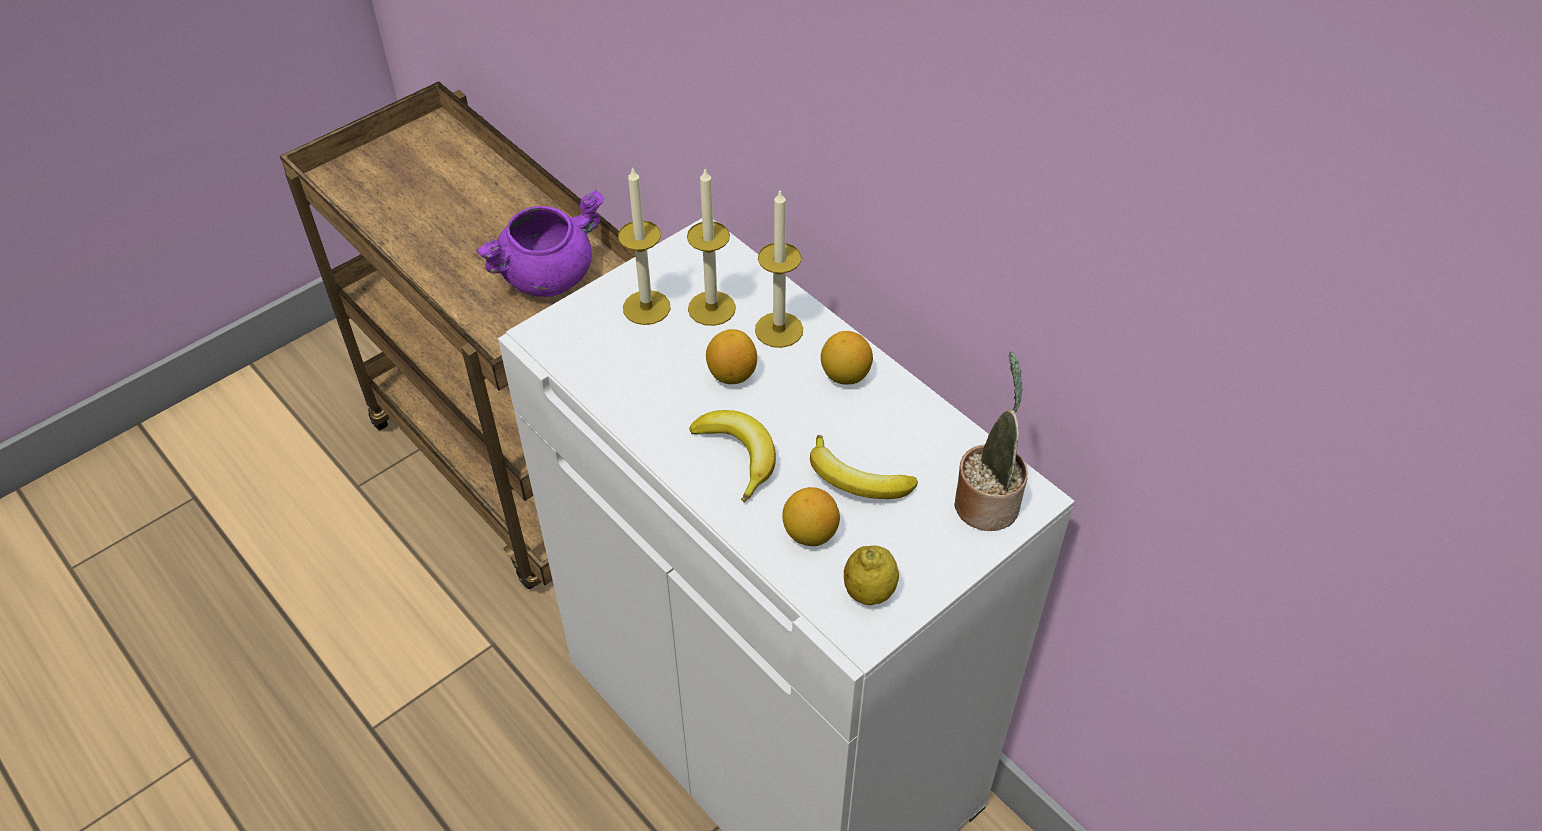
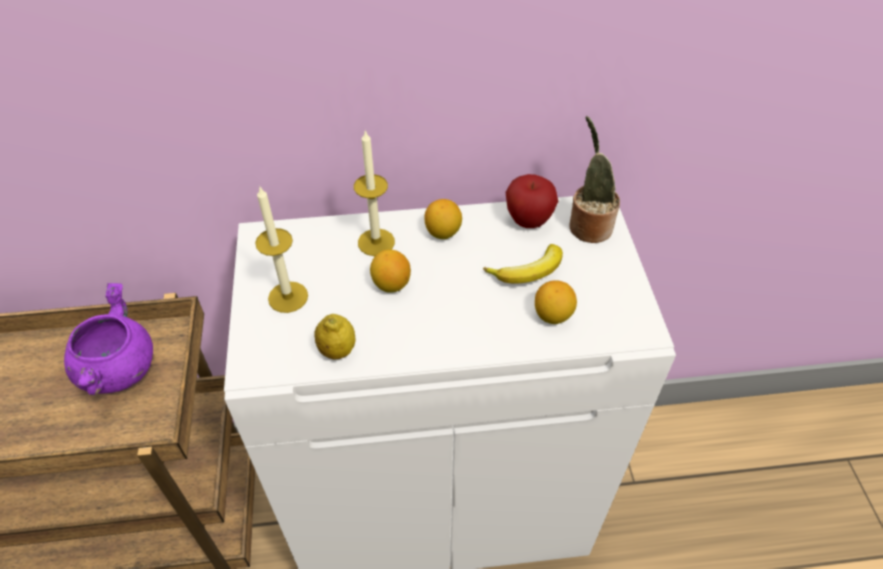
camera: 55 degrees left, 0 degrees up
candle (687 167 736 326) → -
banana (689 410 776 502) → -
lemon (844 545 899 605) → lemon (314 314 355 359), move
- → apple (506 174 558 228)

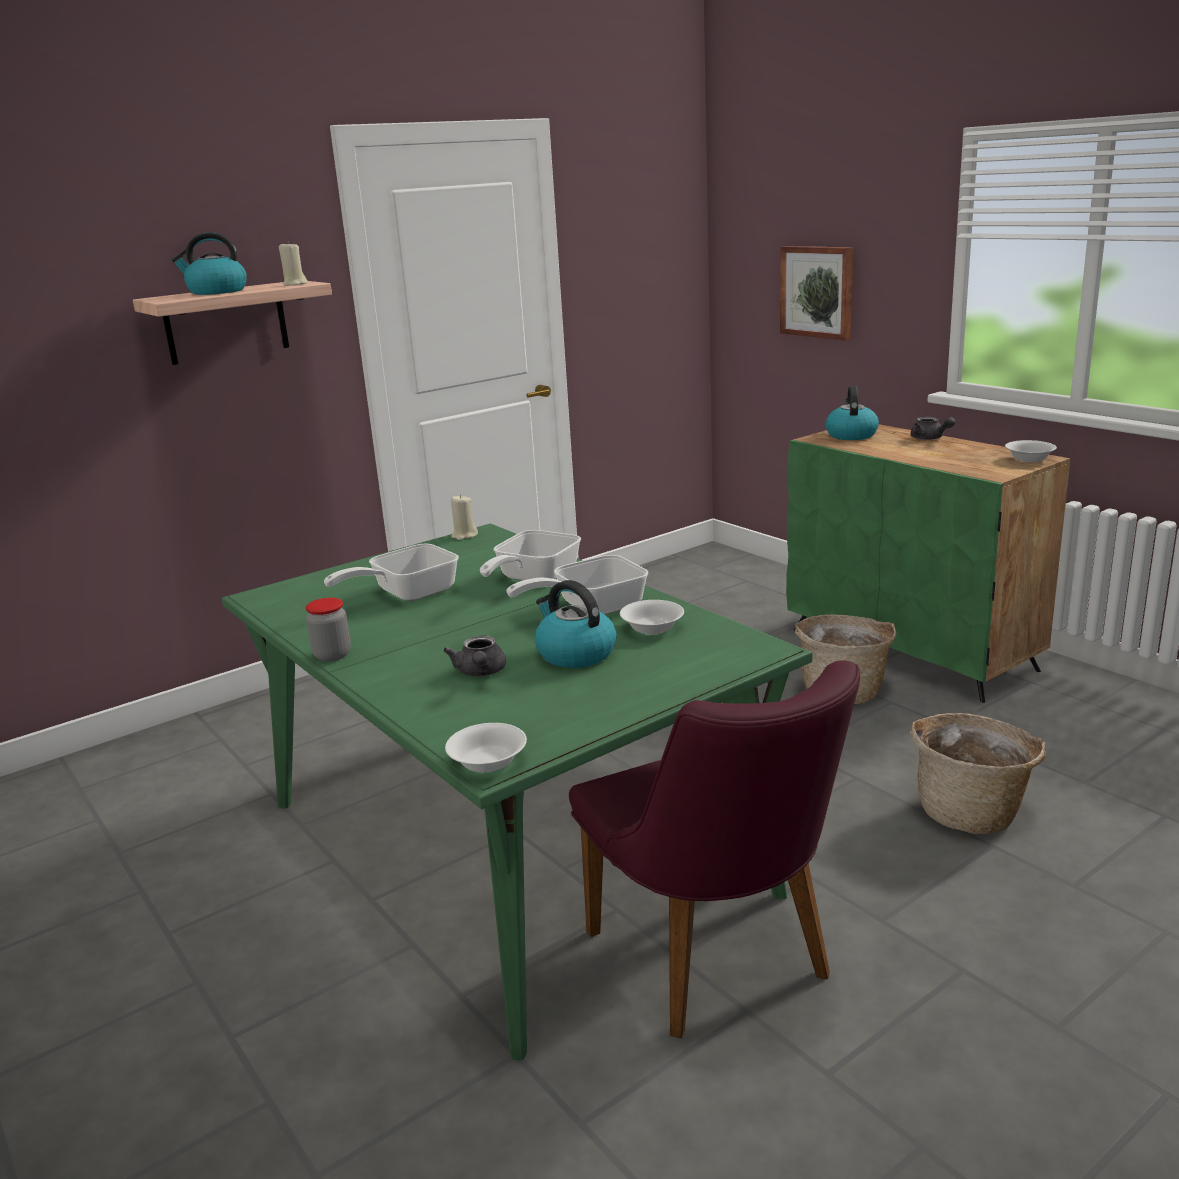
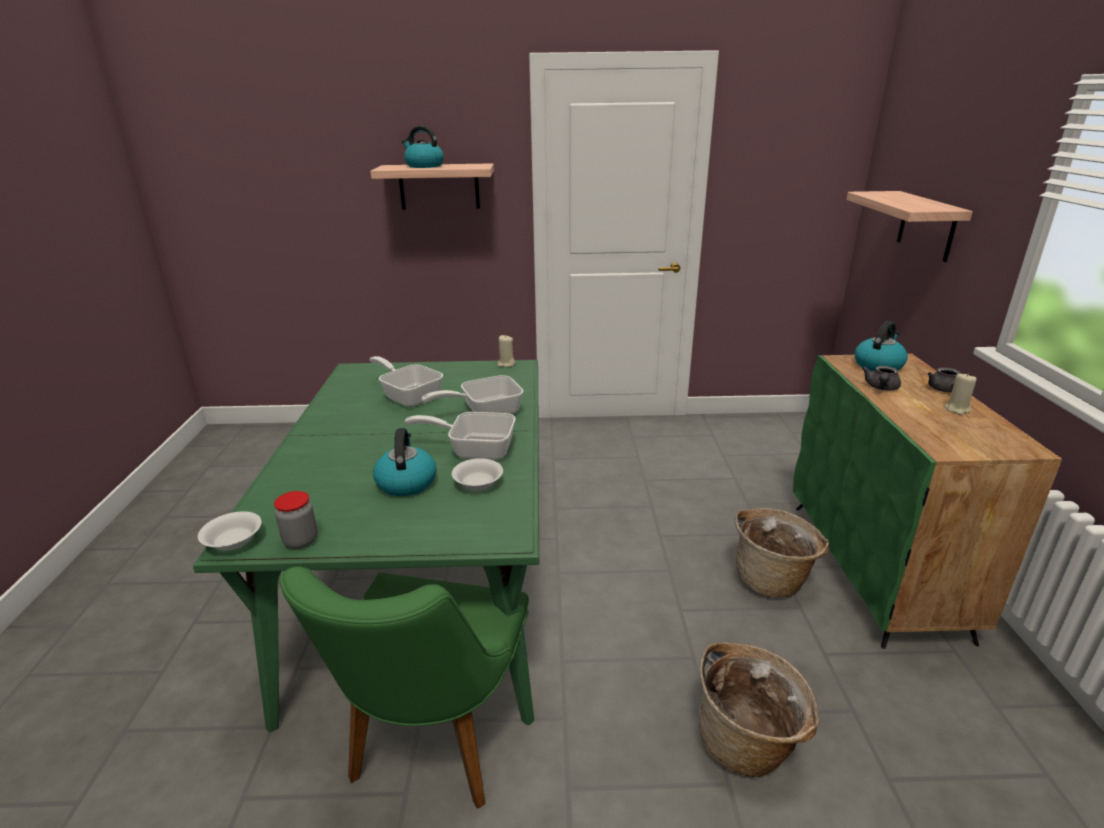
camera: 35 degrees right, 5 degrees up
beige_candle (279 241 307 286) → beige_candle (945 373 976 415), move
jar (306 598 351 661) → jar (274 491 317 549), move
frying_pan (324 544 459 601) → frying_pan (369 356 443 407), 45 degrees clockwise
grey_teapot (443 636 506 676) → grey_teapot (862 366 901 391), move
purple_chair (569 660 860 1038) → green_chair (280 567 529 809)
picture (780 246 854 340) → shelf (847 191 973 262)
white_bowl (1005 440 1057 462) → -

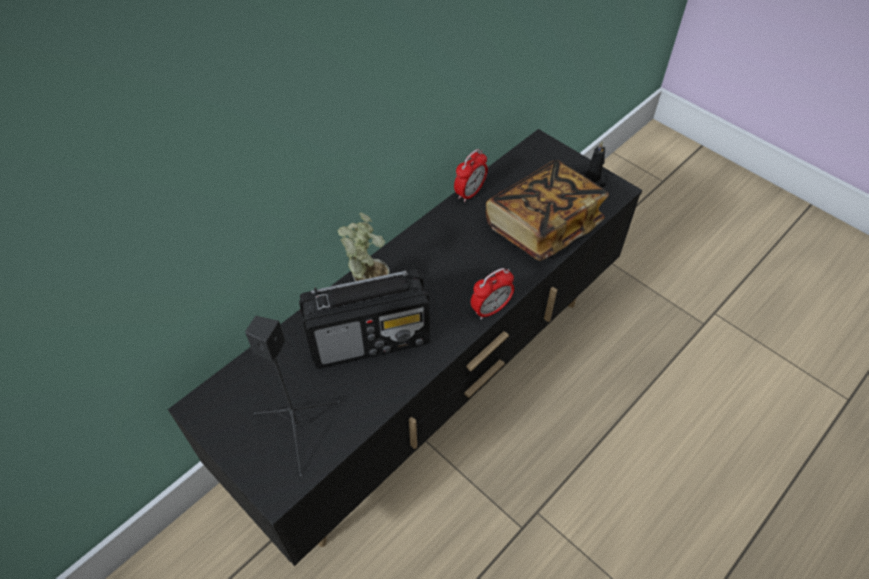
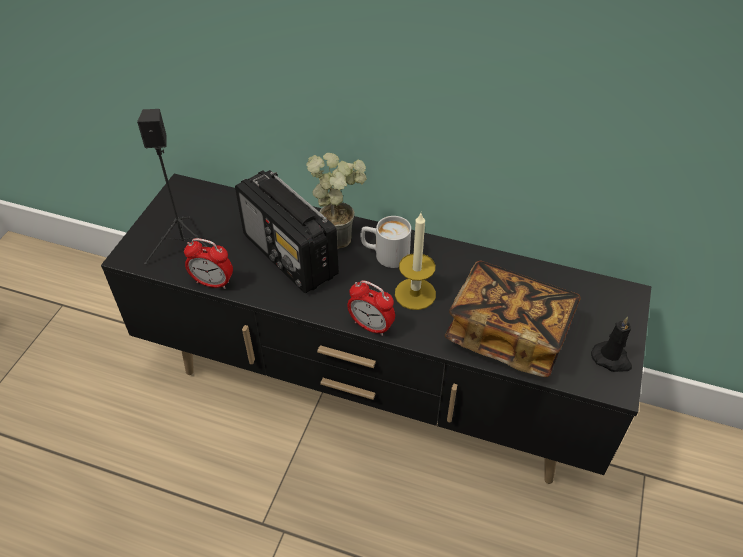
camera: 65 degrees right, 5 degrees down
alarm_clock (454 149 488 202) → alarm_clock (184 238 233 289), move
- → white_mug (360 216 411 268)
- → candle (395 213 436 310)

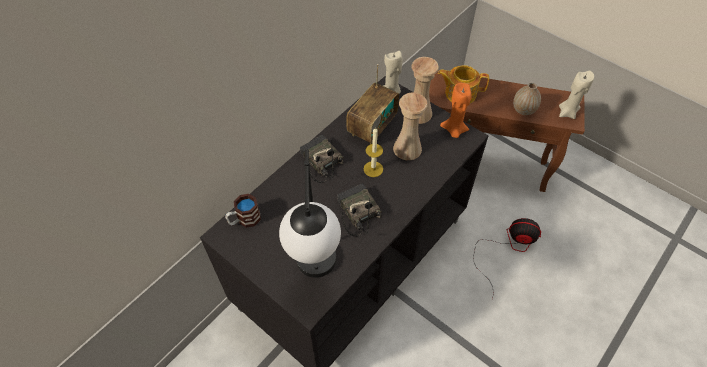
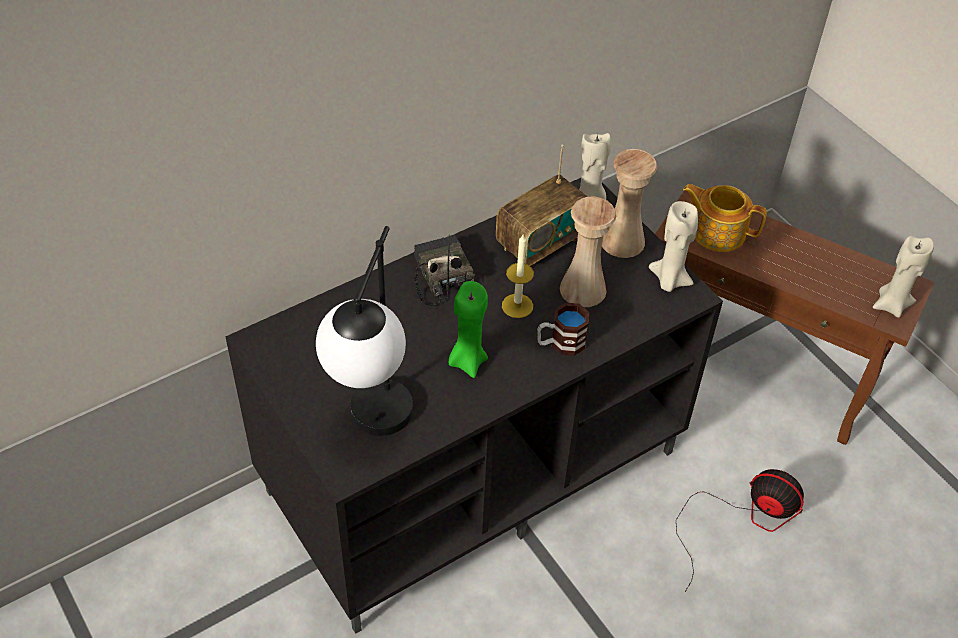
camera: 15 degrees right, 5 degrees down
mug (225 194 261 228) → mug (537 302 589 356), move
radio (337 183 382 236) → green_candle (449 281 488 378)
orange_candle (440 83 472 138) → beige_candle (649 201 698 292)
vase (513 83 541 115) → -

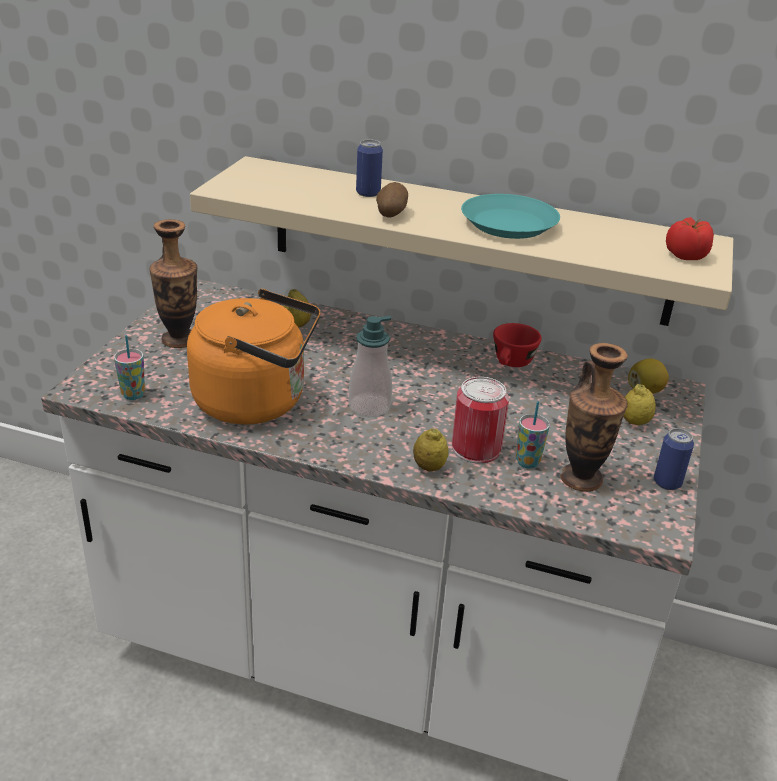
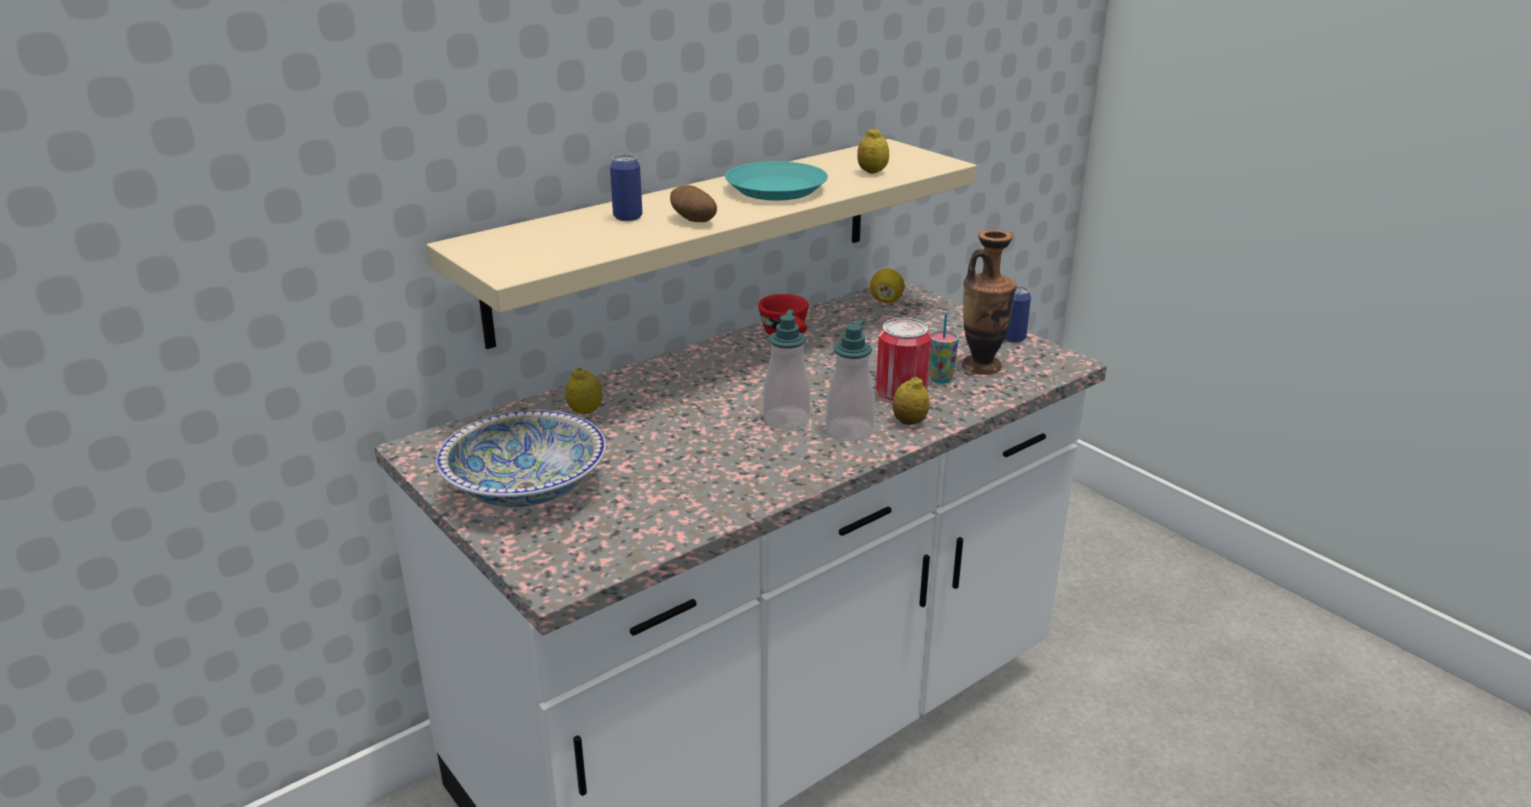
camera: 55 degrees left, 5 degrees down
cup (114 335 145 400) → -
vase (150 219 197 348) → bowl (436 410 606 507)
orange_kettle (187 289 321 425) → -
lemon (623 384 656 425) → lemon (857 128 889 173), move
tomato (666 217 714 260) → -
- → soap_dispenser (825 320 875 441)

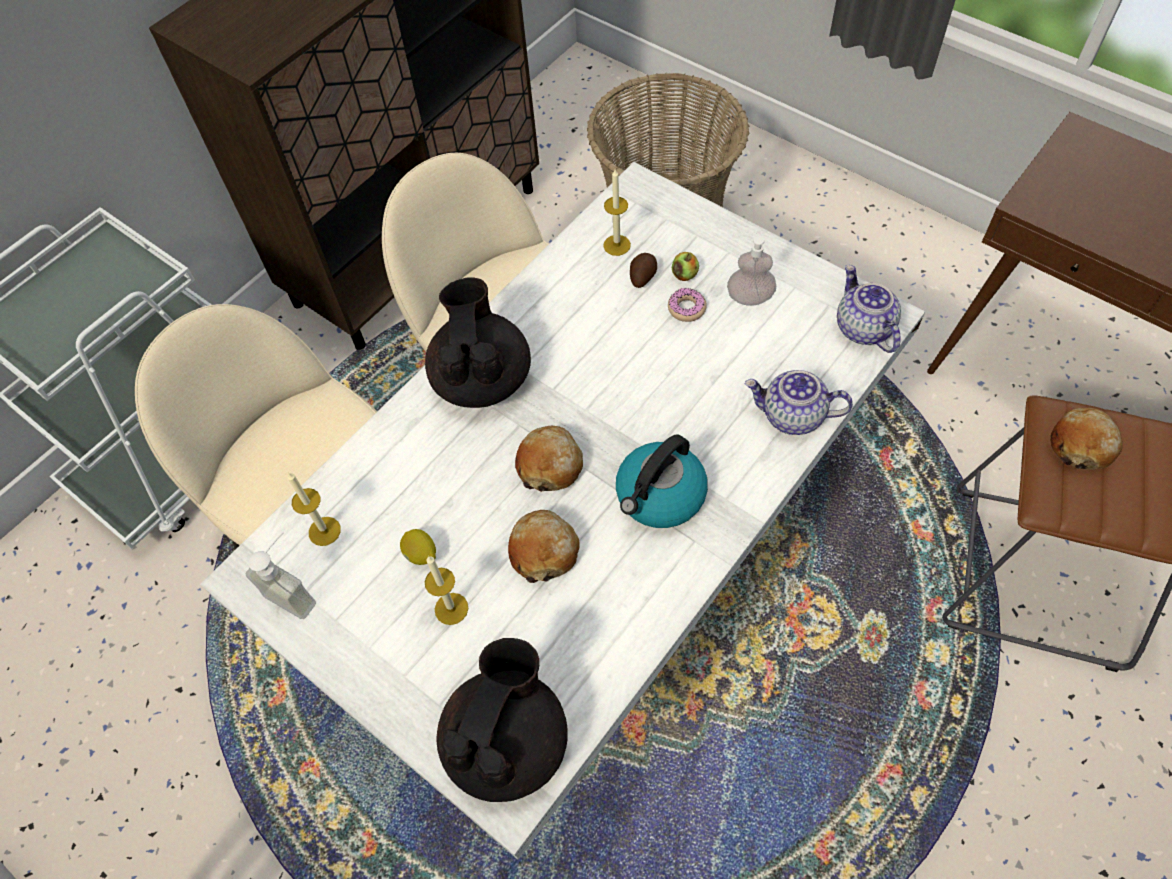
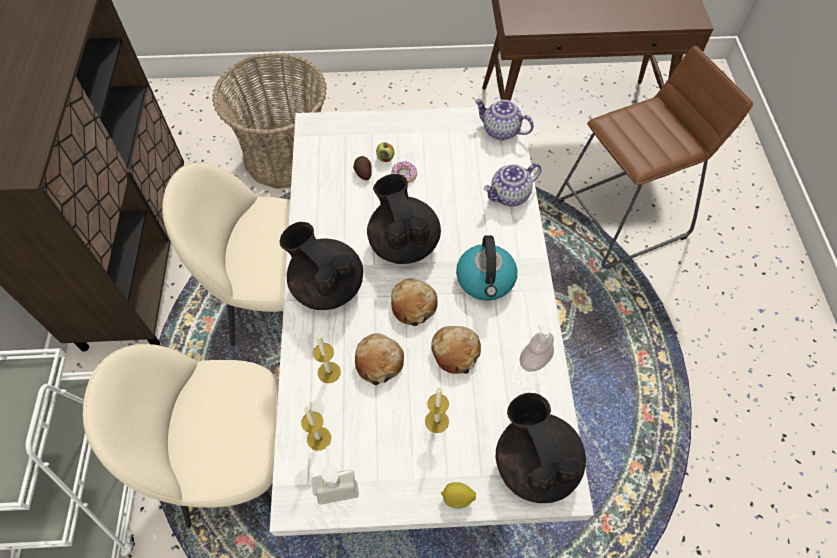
camera: 45 degrees left, 0 degrees up
lemon (400 529 436 565) → lemon (441 482 476 509), move
candle (603 169 631 256) → candle (313 334 341 383), move
soap_dispenser (727 233 776 306) → soap_dispenser (520 324 554 372), move
bread (1050 408 1123 470) → bread (355 333 404 385), move
- → black_teapot (367 174 441 264)

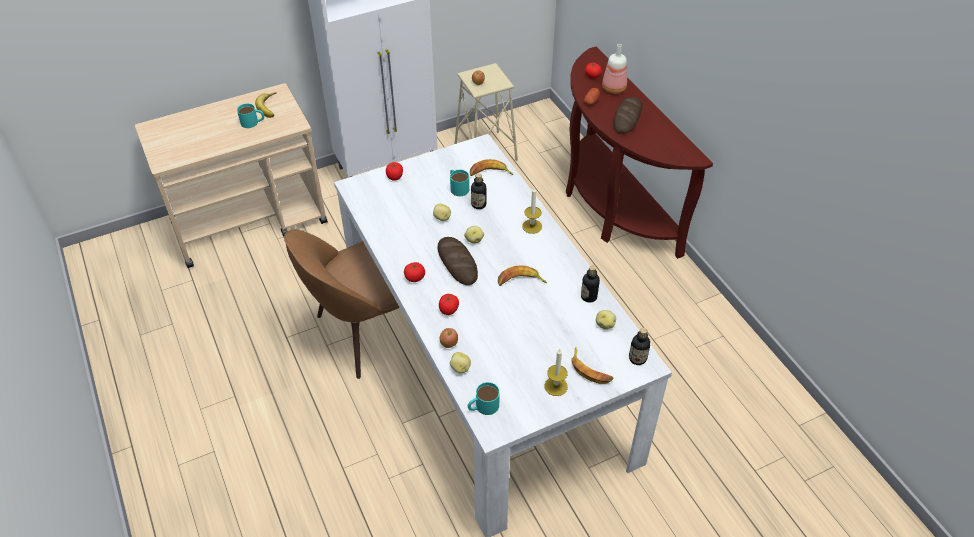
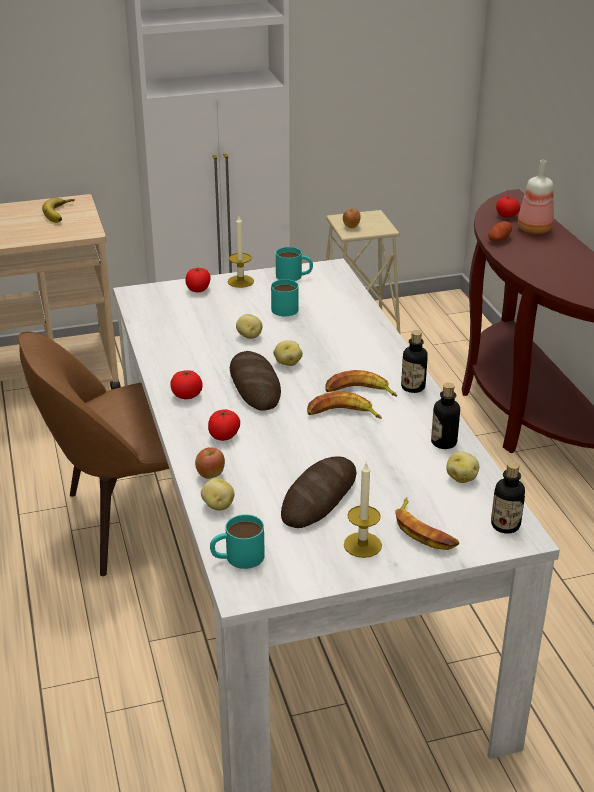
camera: 10 degrees right, 15 degrees down
turquoise_mug (237 103 264 128) → turquoise_mug (276 247 313 281), move
banana (470 159 513 176) → banana (325 370 398 397), move
bottle (471 173 486 209) → bottle (401 330 428 393), move
candle (522 187 542 234) → candle (228 216 254 288), move
bread (613 97 643 134) → bread (281 456 356 528), move

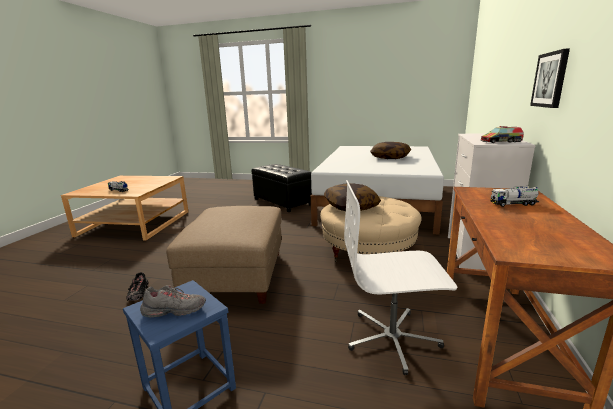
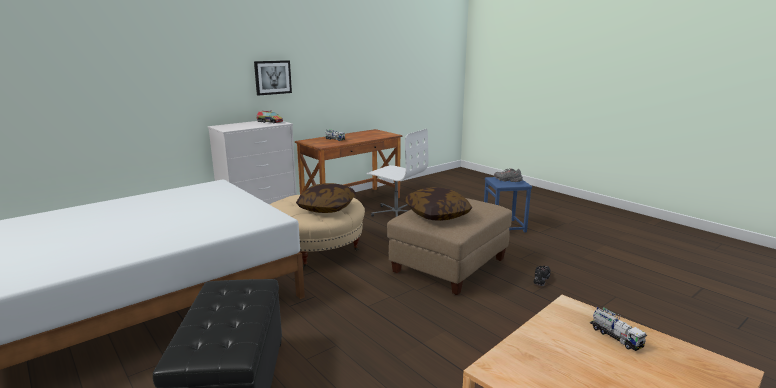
camera: 145 degrees left, 0 degrees up
pillow (370 142 411 159) → pillow (404 187 472 221), move

